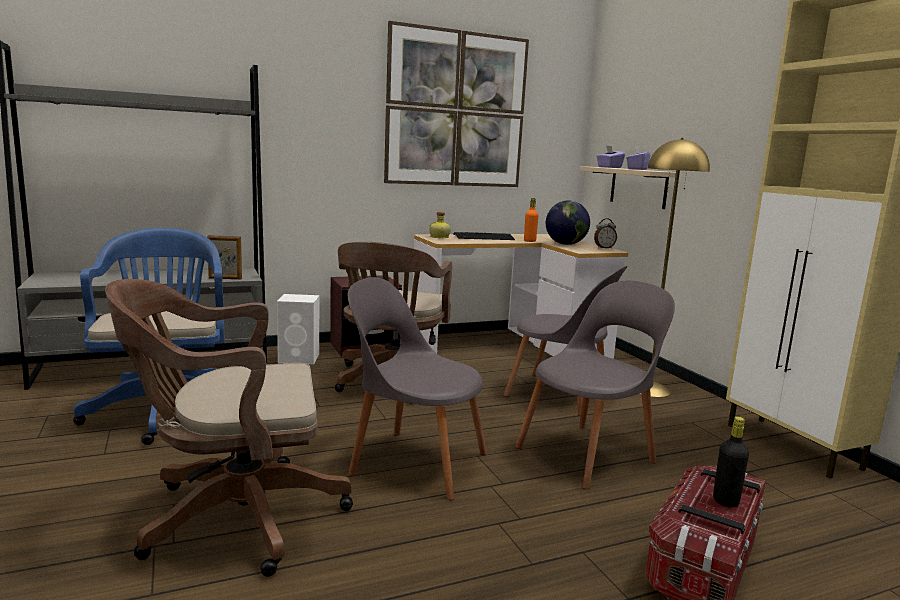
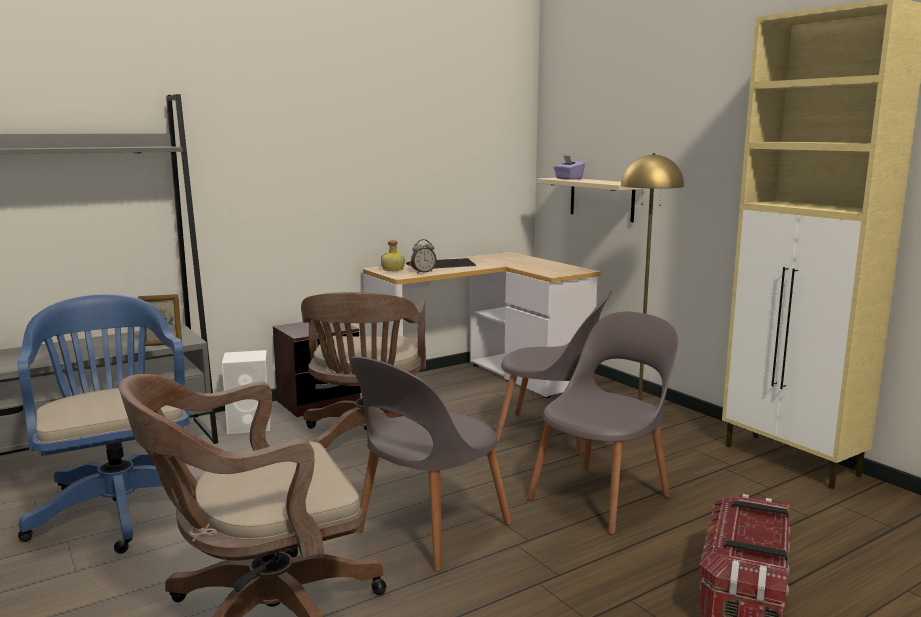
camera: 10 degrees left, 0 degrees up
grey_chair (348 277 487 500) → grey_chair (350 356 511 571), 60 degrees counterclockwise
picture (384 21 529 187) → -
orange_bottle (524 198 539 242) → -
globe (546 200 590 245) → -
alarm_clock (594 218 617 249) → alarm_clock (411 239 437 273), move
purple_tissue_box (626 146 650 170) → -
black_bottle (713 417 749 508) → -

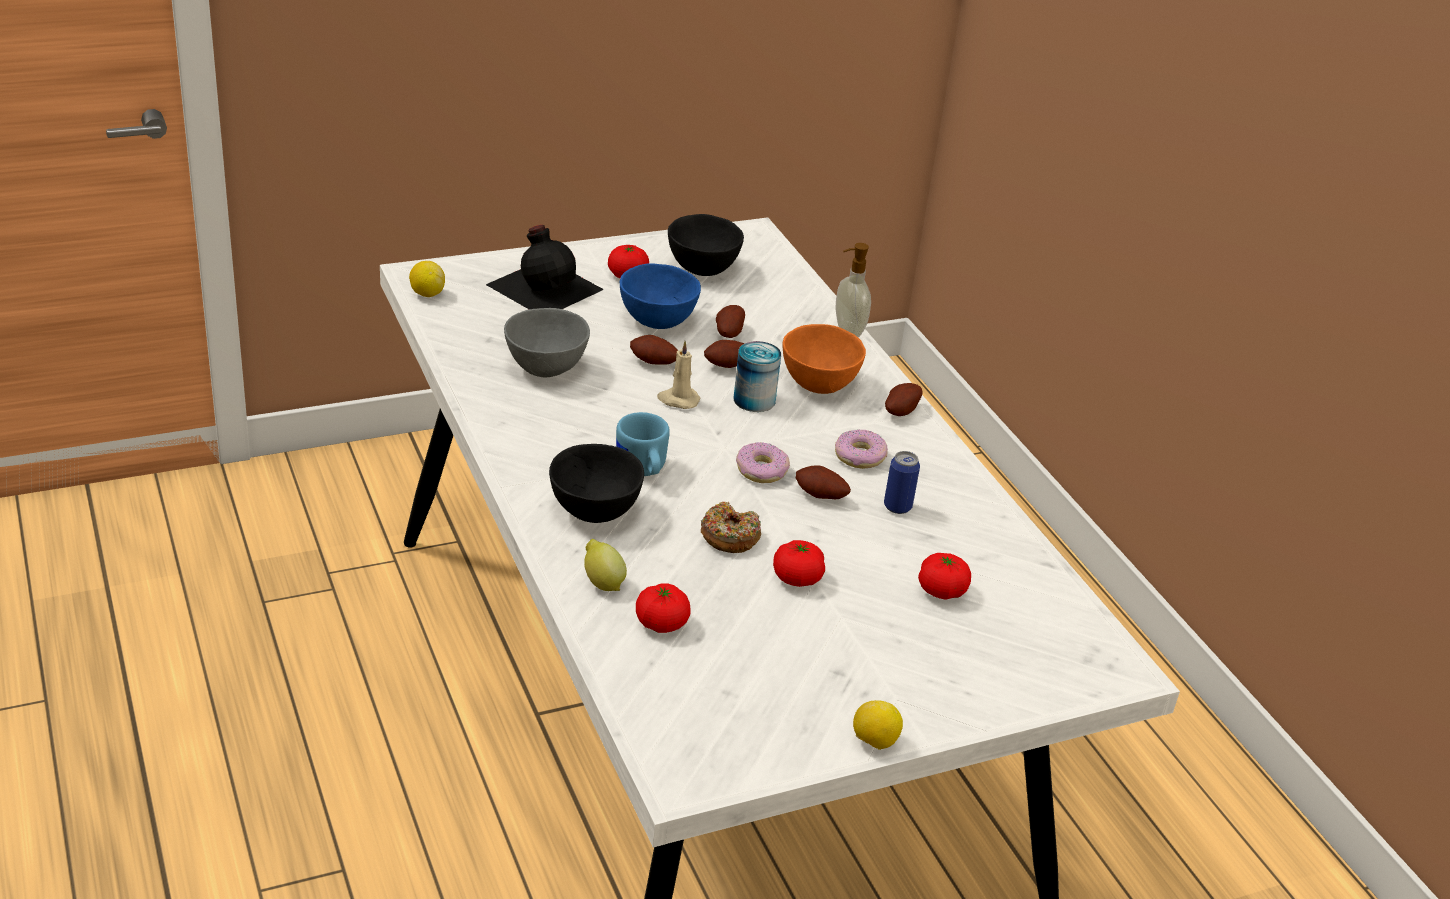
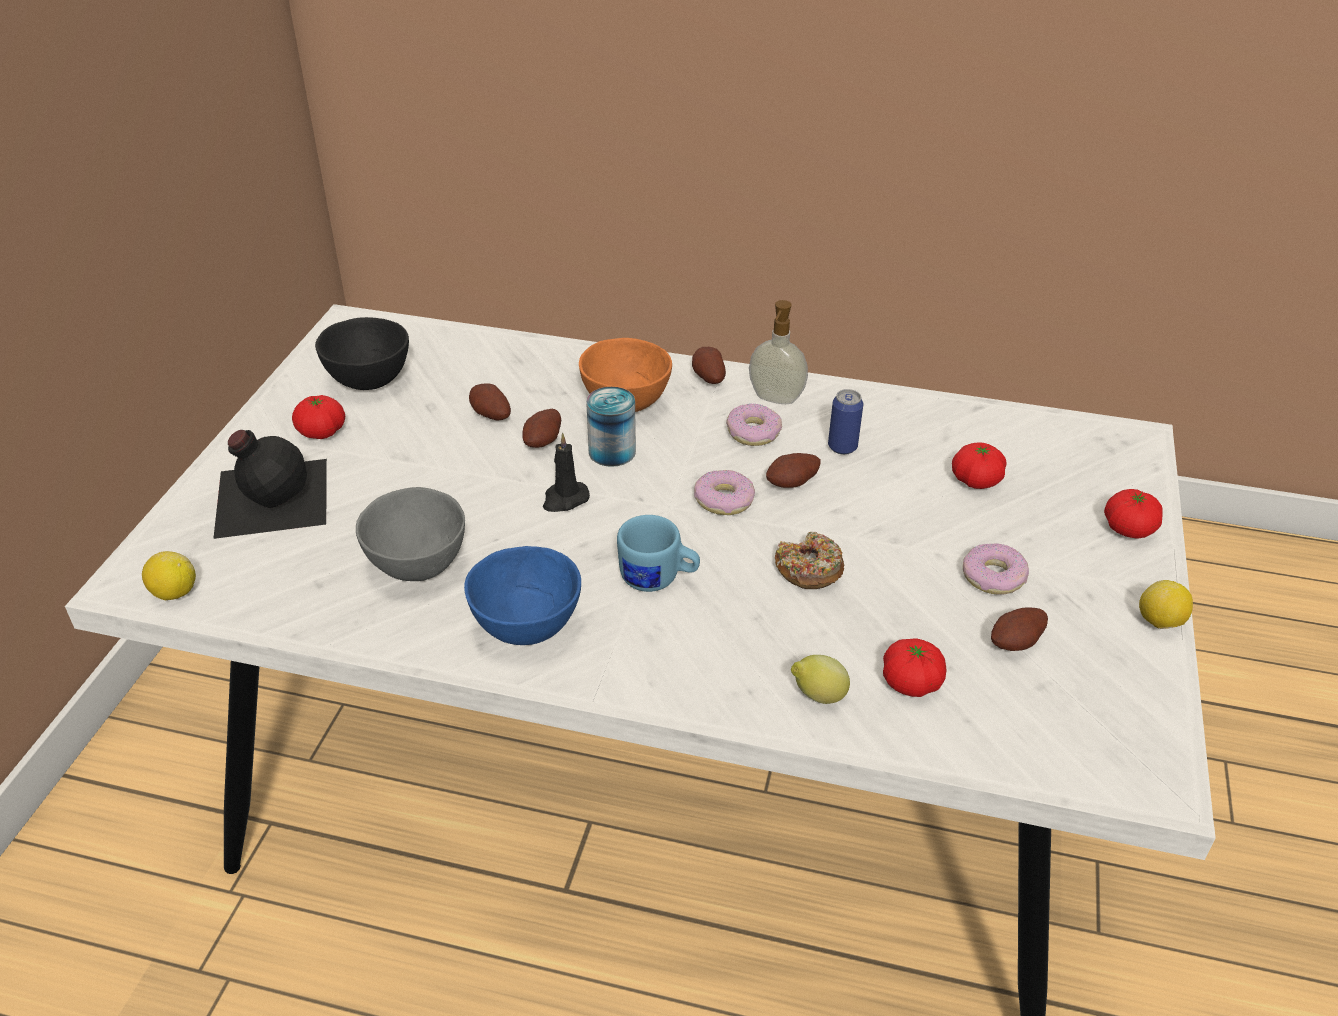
camera: 50 degrees left, 5 degrees up
black_bowl (549 444 644 523) → -
blue_bowl (620 263 701 329) → blue_bowl (464 546 581 645), move
potato (630 335 678 365) → potato (991 607 1048 651), move
beige_candle (657 341 700 409) → black_candle (543 433 590 512)
tomato (773 540 825 587) → tomato (1104 489 1163 539), move
soap_dispenser (835 243 871 337) → soap_dispenser (749 300 808 404), move
- → donut (963 543 1029 594)

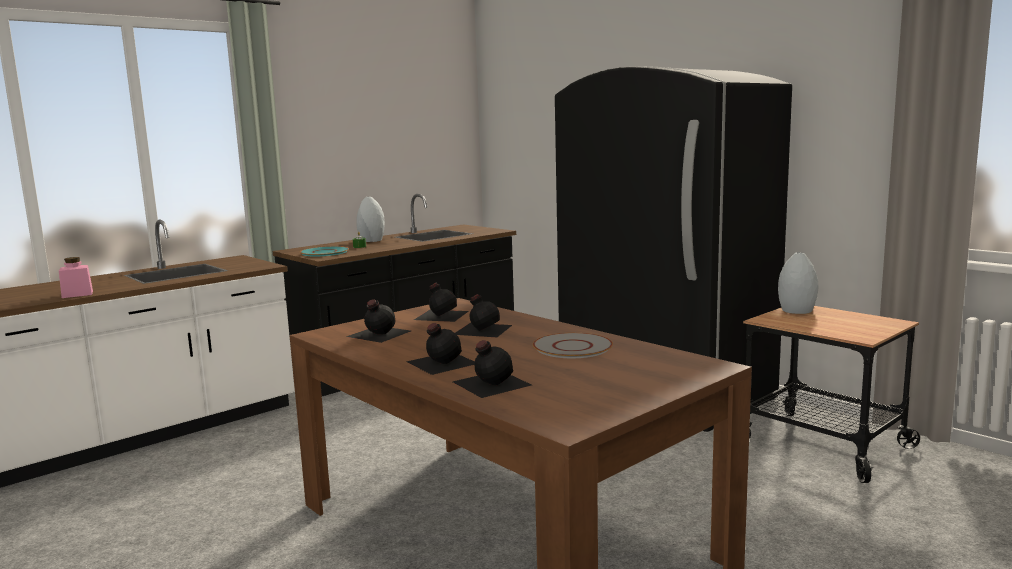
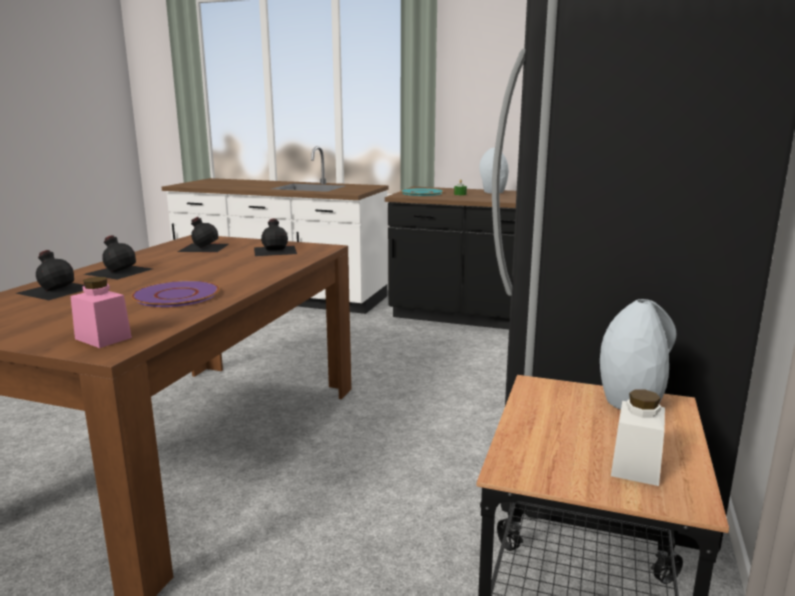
camera: 60 degrees right, 5 degrees up
pink_jar (59 257 93 298) → pink_jar (71 277 132 348), move
black_bottle (455 294 512 337) → -
grey_plate (533 333 613 358) → purple_plate (132 281 220 307)
- → white_jar (611 390 665 486)

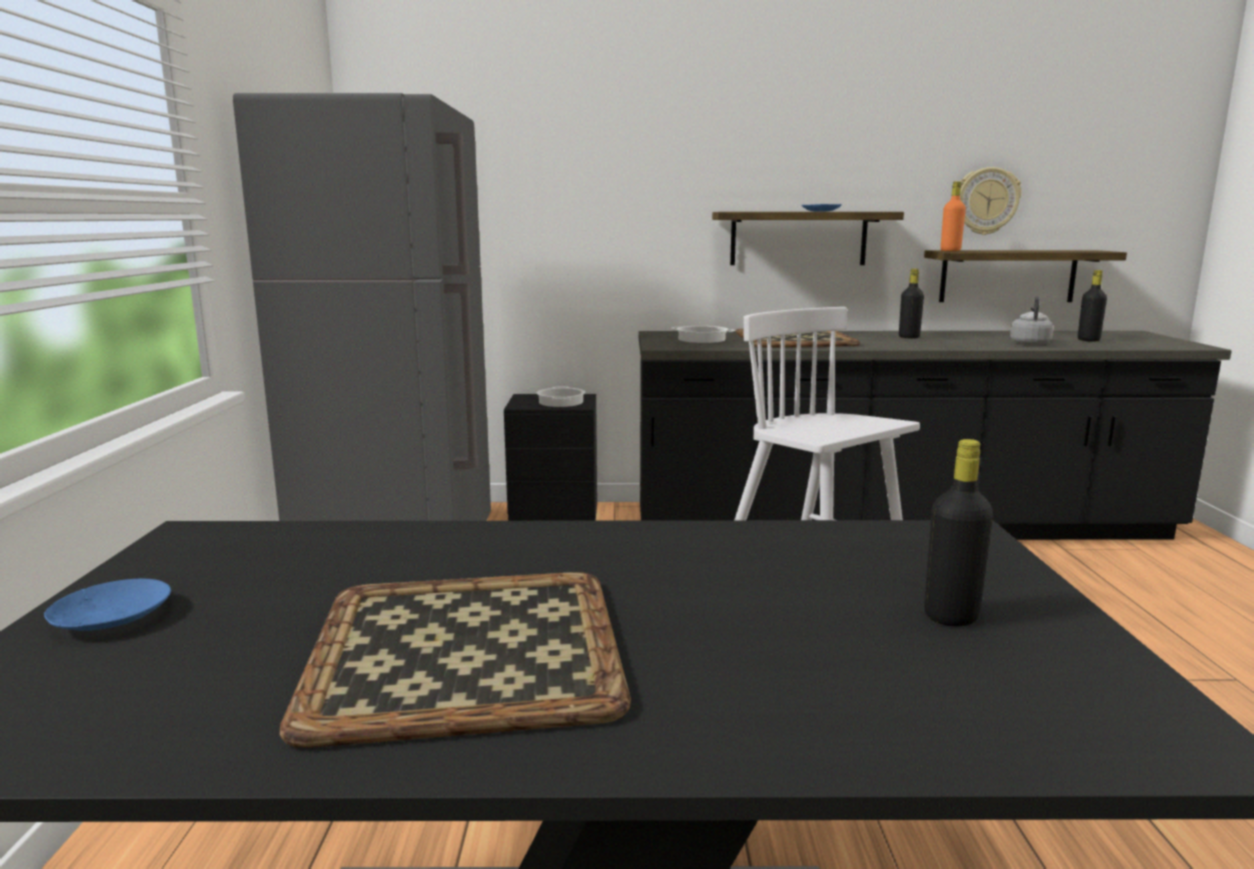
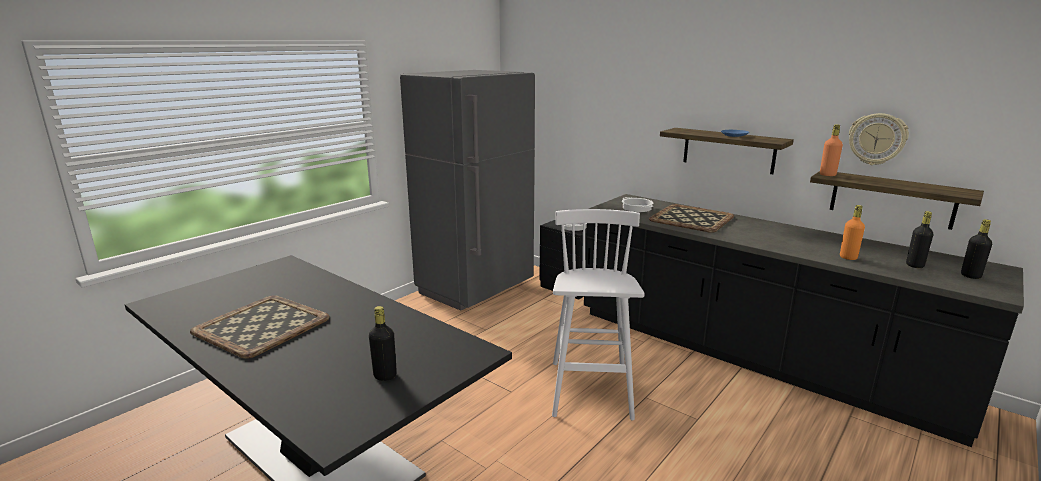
camera: 40 degrees right, 5 degrees up
blue_plate (44 579 171 631) → -
black_bottle (899 269 924 339) → black_bottle (961 219 992 279), move
grey_kettle (1010 296 1054 345) → orange_bottle (840 205 865 260)

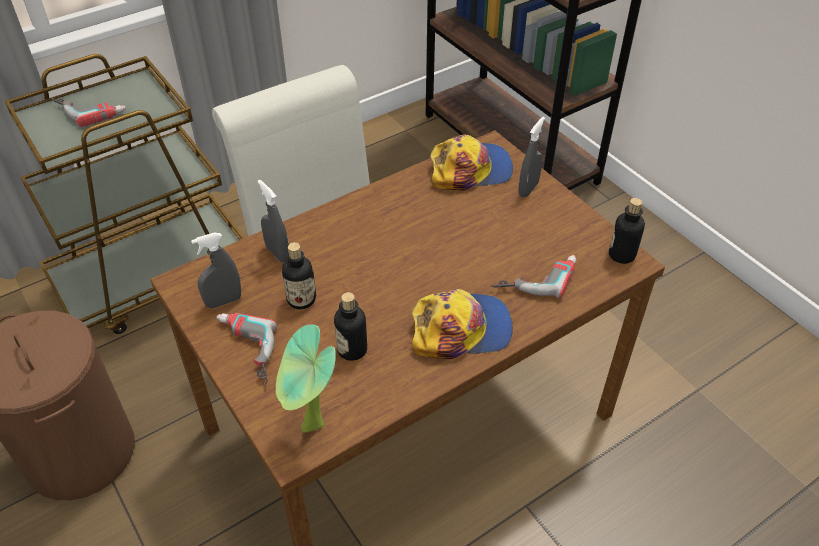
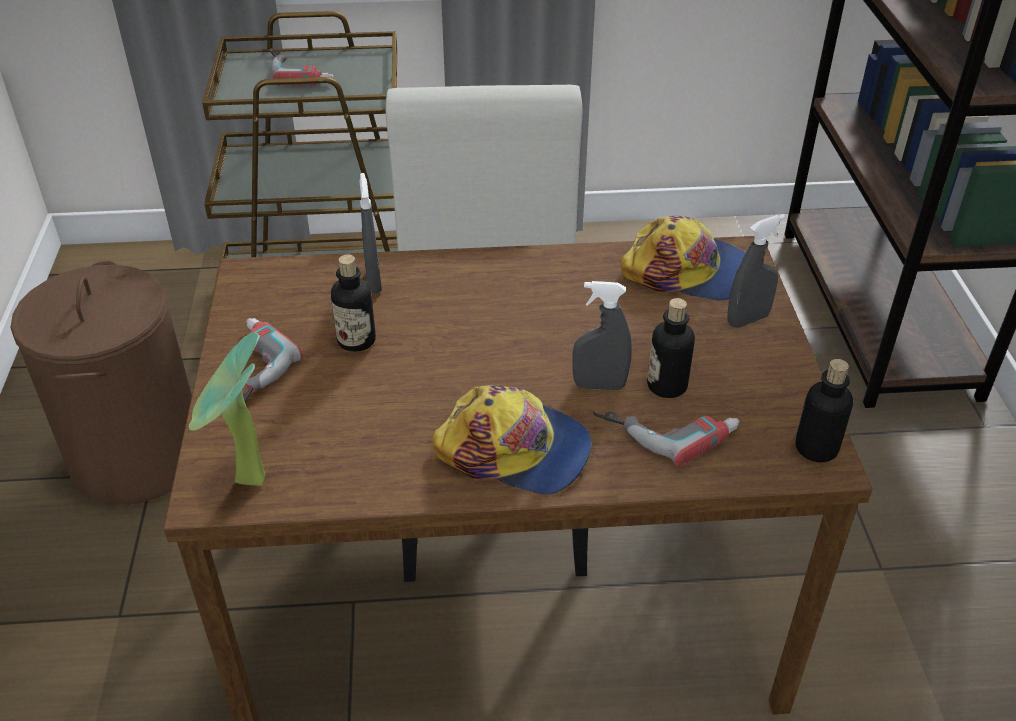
camera: 30 degrees right, 5 degrees down
grey_spray_bottle (191 233 241 308) → grey_spray_bottle (572 281 632 390), move
bottle (334 292 367 361) → bottle (647 298 695 398), move

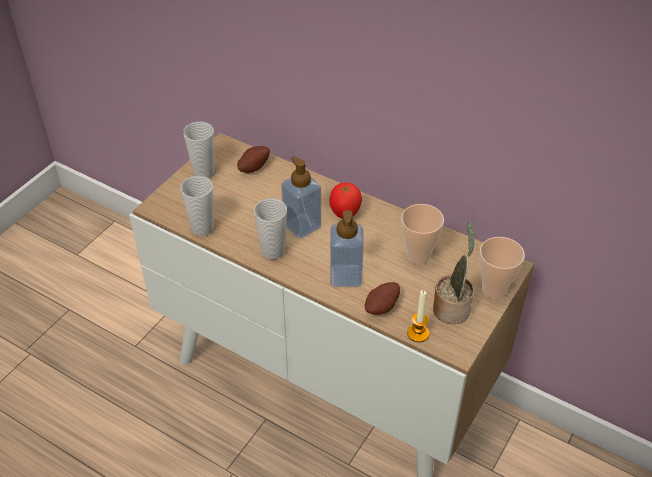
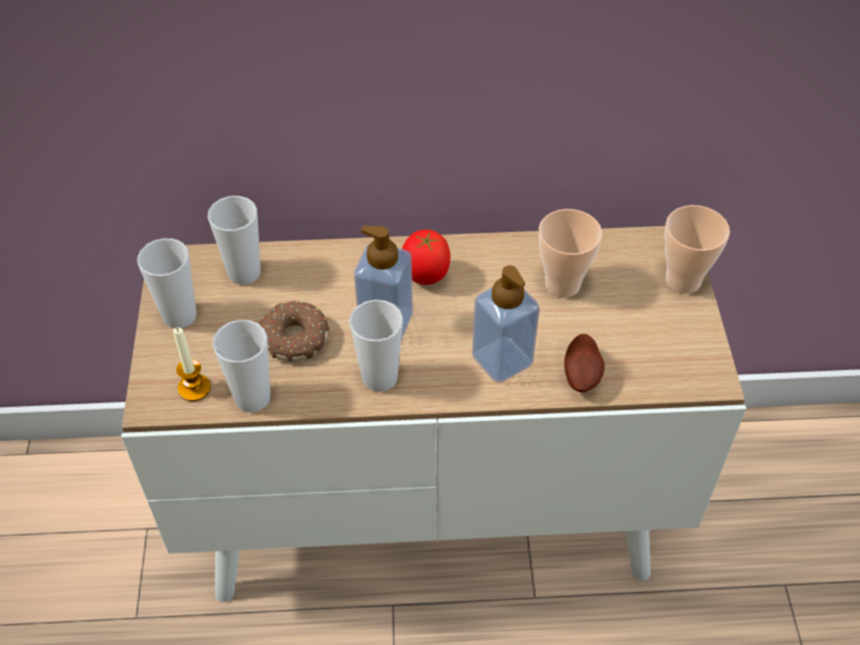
camera: 35 degrees left, 5 degrees up
potato (237 146 270 173) → cup (208 196 261 285)
candle (407 290 430 342) → candle (173 327 211 401), move
potted_plant (433 221 475 324) → -
- → donut (258 301 329 361)

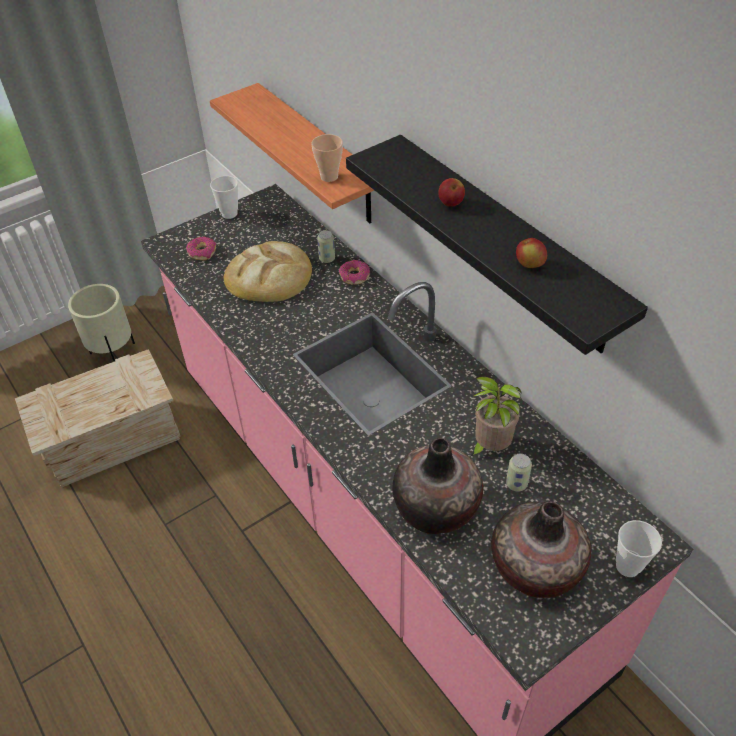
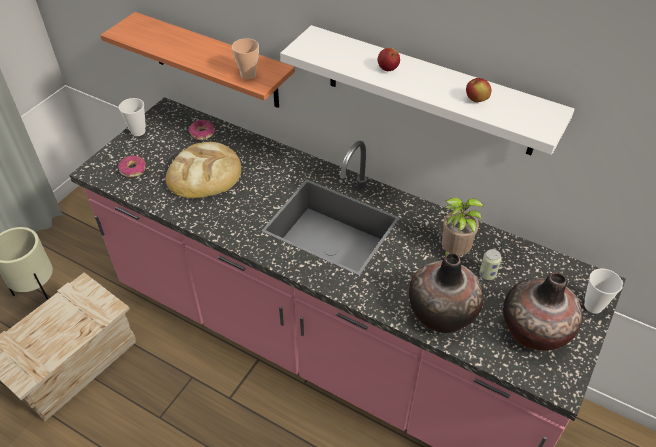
camera: 25 degrees left, 0 degrees up
can (317 230 335 263) → -
donut (339 260 370 285) → donut (188 120 215 140), move
black_shelf (346 135 648 355) → white_shelf (280 25 575 155)

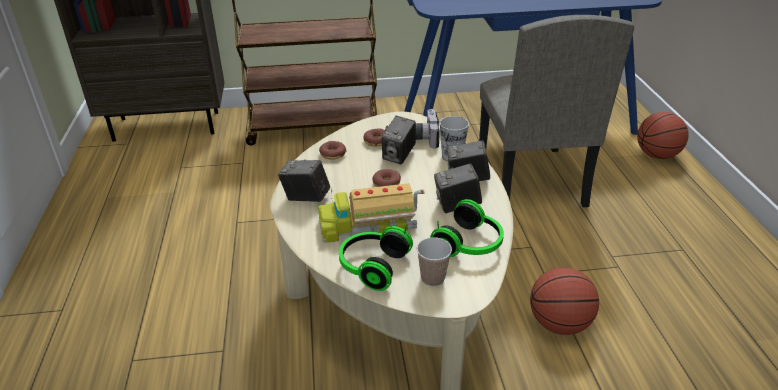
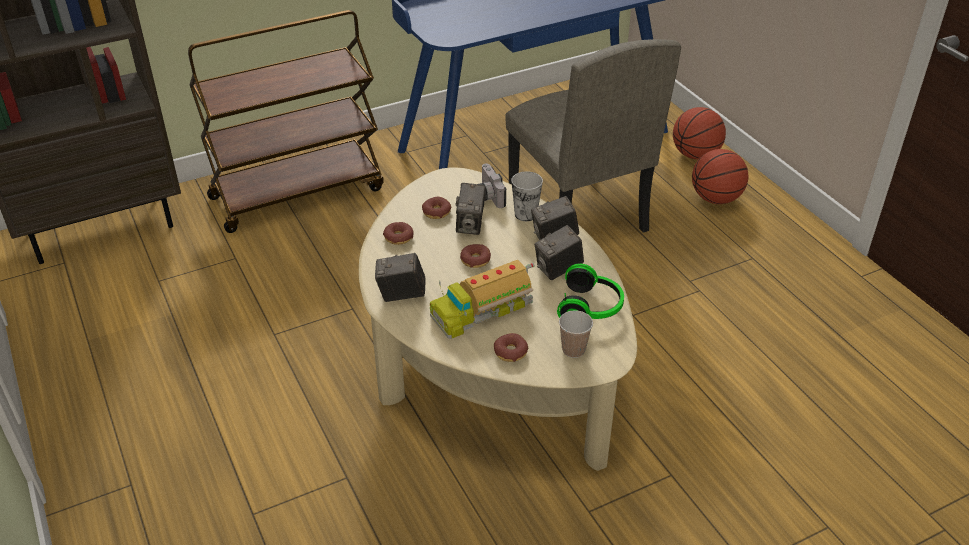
camera: 20 degrees left, 5 degrees up
headphones (339 225 413 291) → donut (494 333 528 362)
basketball (530 267 599 335) → basketball (692 149 749 204), move

